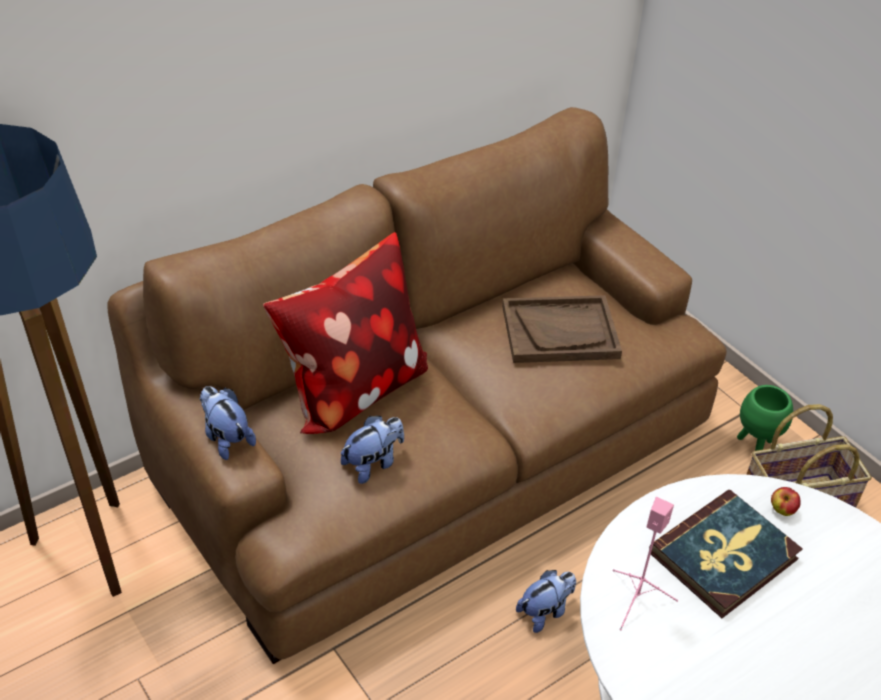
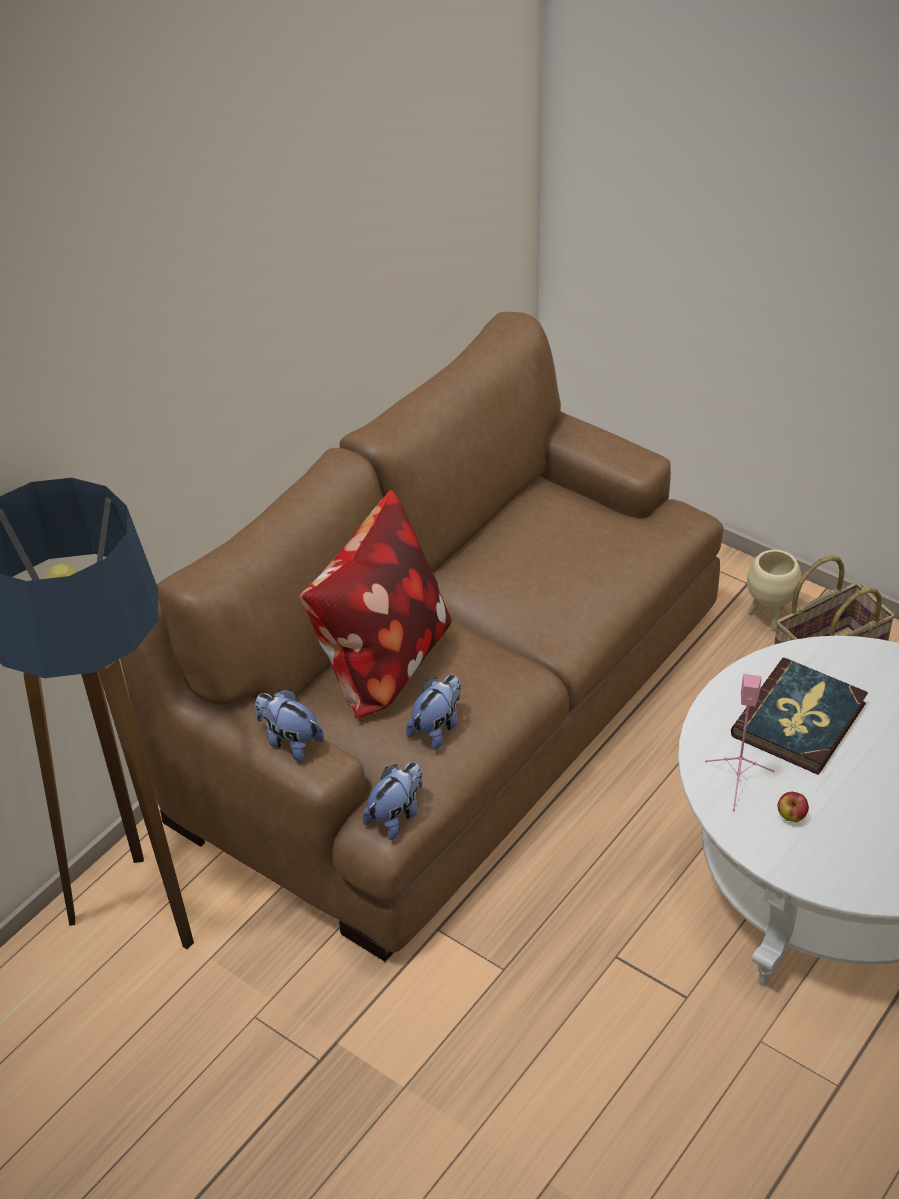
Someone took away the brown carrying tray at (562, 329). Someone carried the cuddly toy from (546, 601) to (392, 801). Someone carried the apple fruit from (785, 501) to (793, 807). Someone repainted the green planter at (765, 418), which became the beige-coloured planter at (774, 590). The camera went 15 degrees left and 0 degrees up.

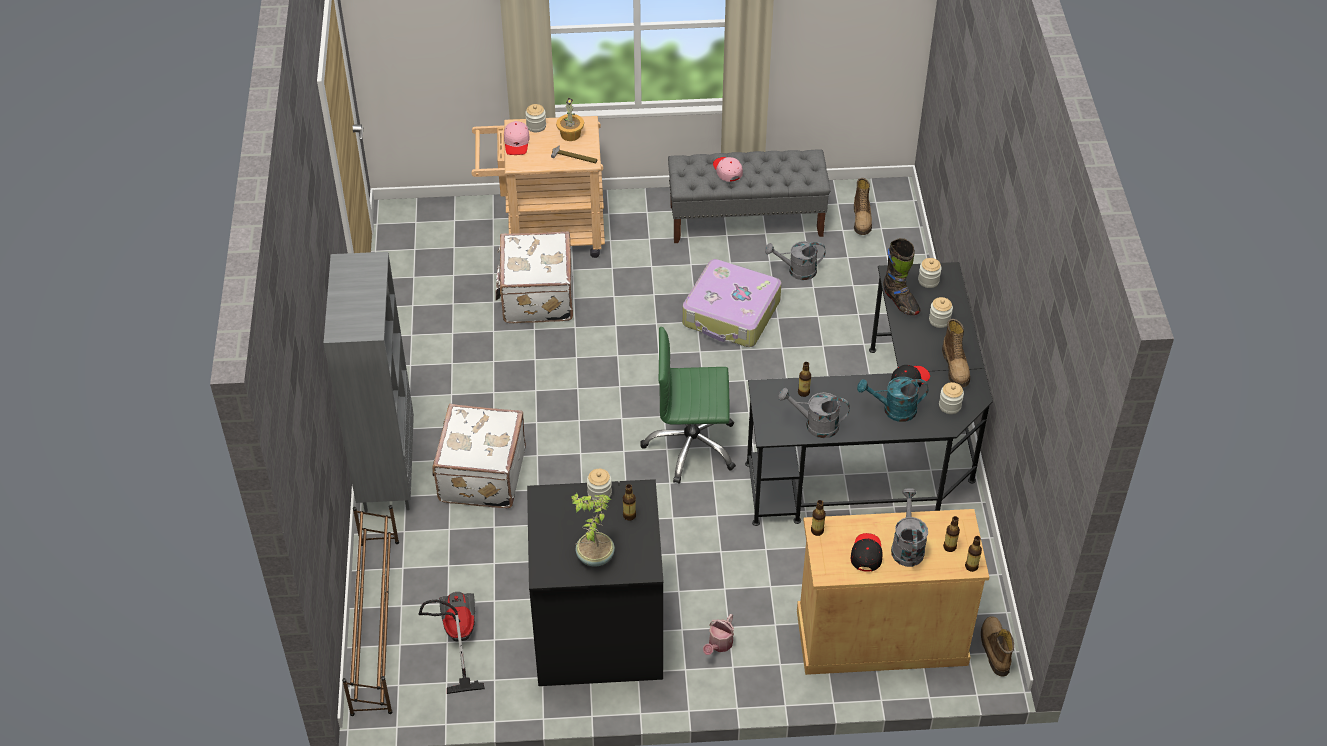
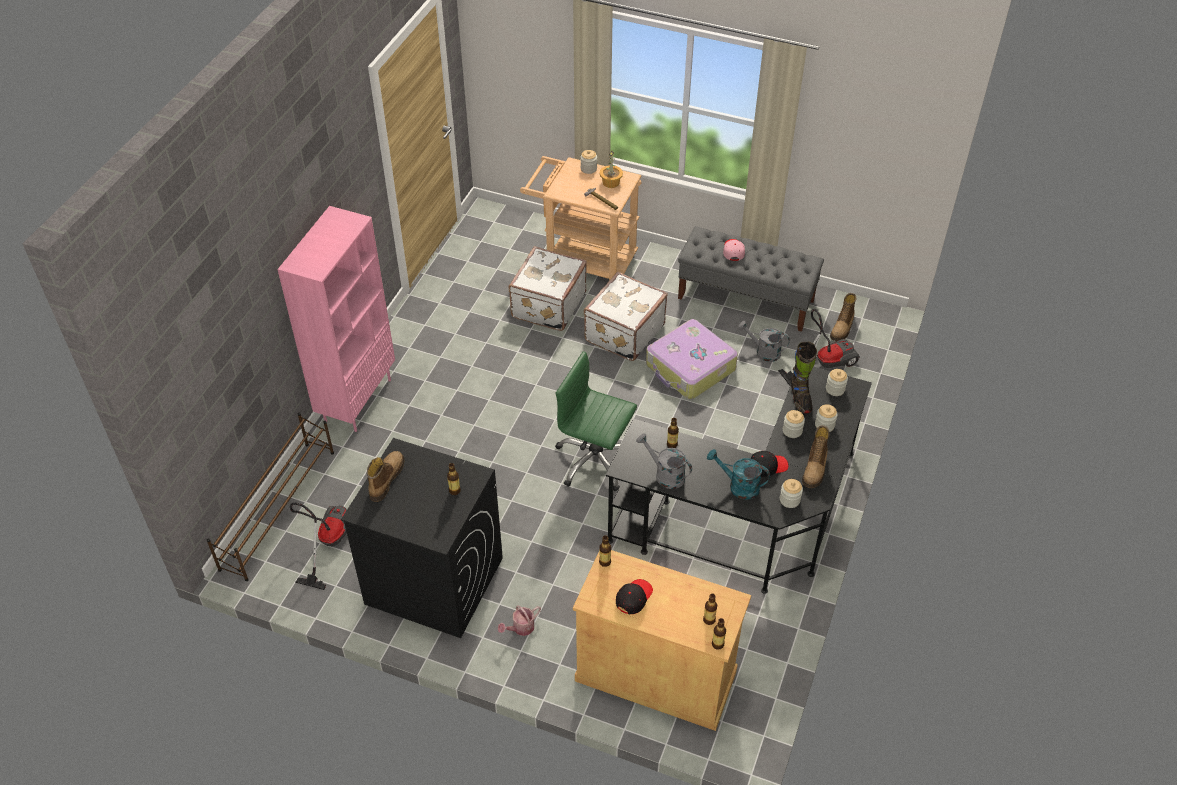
Someone took away the pink-coloured peaked cap at (517, 138). Someone took away the potted plant at (593, 530). Someone took away the greyish watering pot at (909, 527). Someone put down the hoover at (819, 347). Someone carried the white suitcase from (479, 456) to (626, 316). Someone carried the storage jar from (599, 484) to (794, 424). Someone carried the high-top boot from (997, 646) to (385, 476). Someone repainted the greyish bookshelf at (369, 382), which became the pink-coloured bookshelf at (336, 319). The camera went 25 degrees right and 0 degrees up.

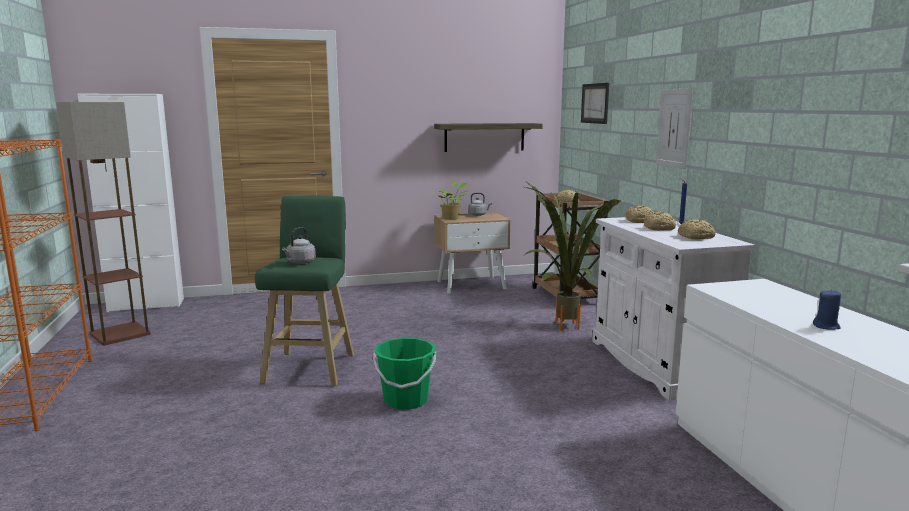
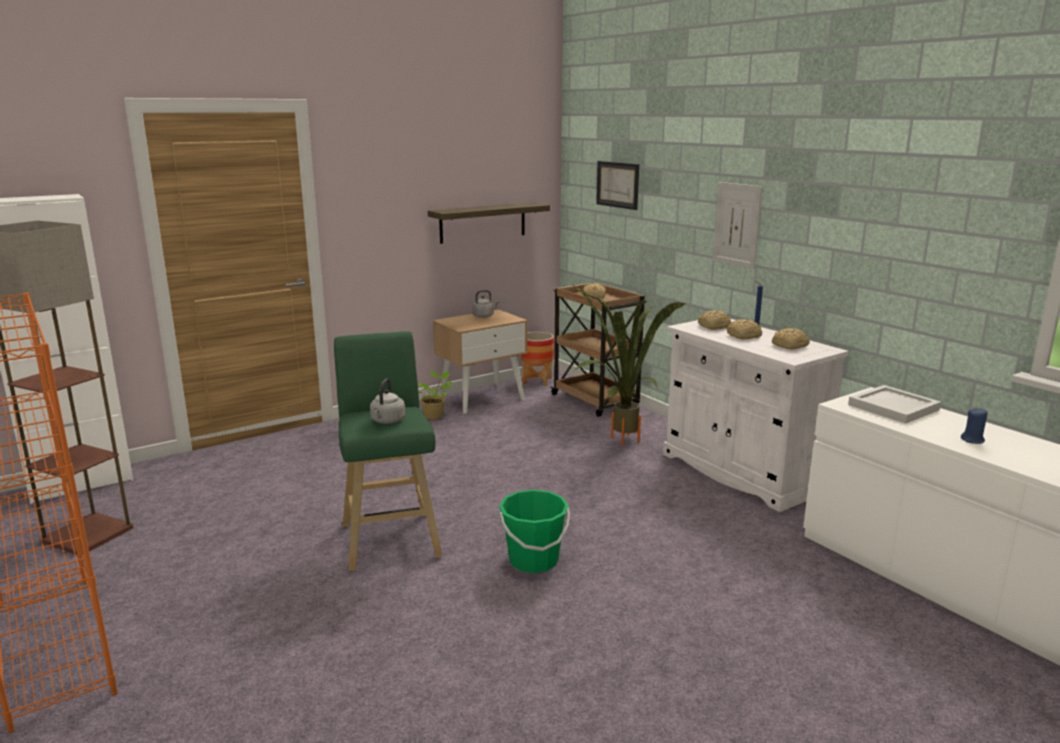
Someone put down the planter at (537, 359). Someone put down the white carrying tray at (894, 404). Someone carried the potted plant from (454, 201) to (435, 395). The camera went 20 degrees left and 5 degrees up.

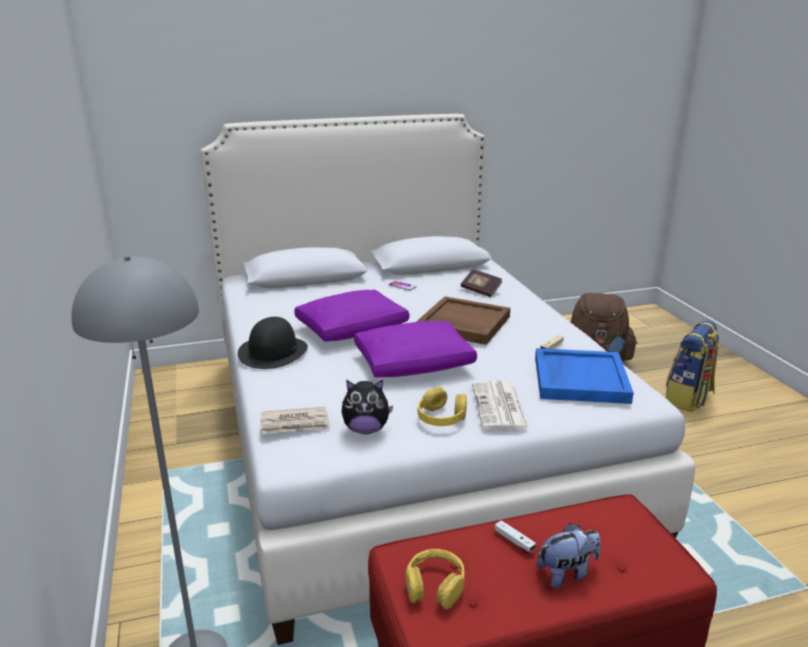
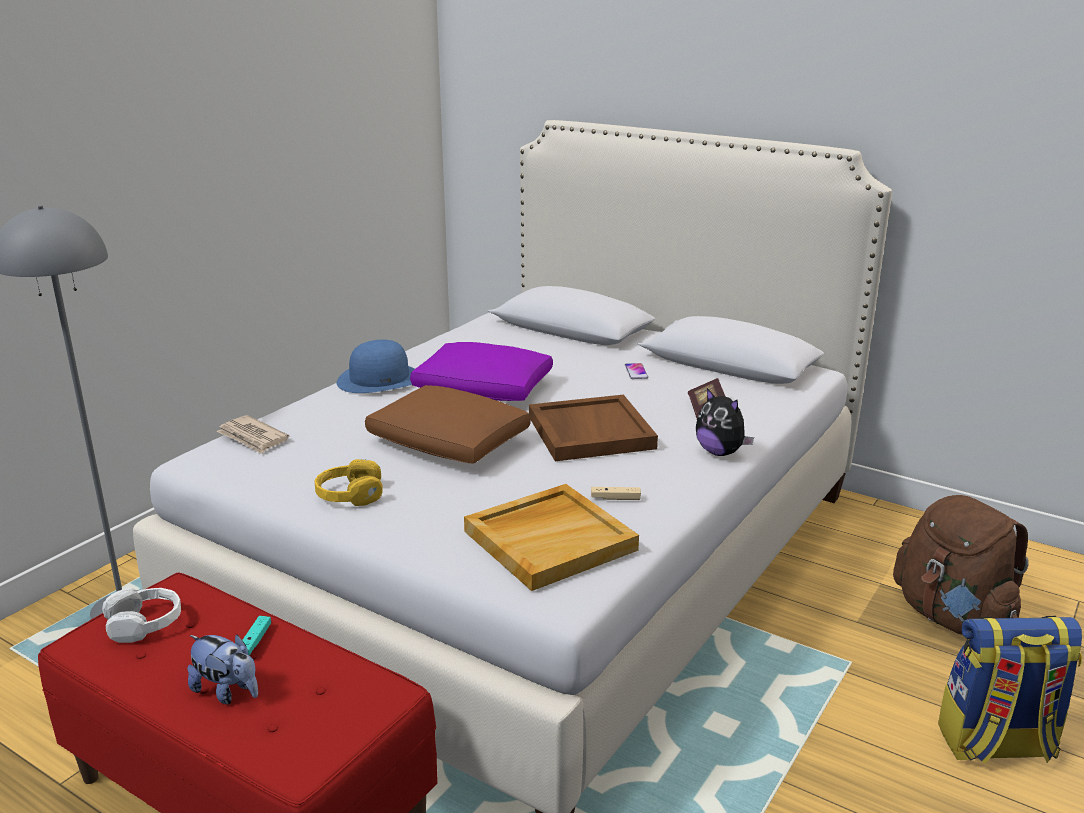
Someone took away the newspaper at (500, 405). Someone carried the cuddly toy from (367, 407) to (725, 422). Someone repainted the black wearable hat at (273, 343), which became the blue wearable hat at (376, 366). Someone repainted the purplish throw pillow at (415, 349), which became the brown throw pillow at (448, 424). Someone repainted the yellowish pair of headphones at (435, 579), which became the white pair of headphones at (141, 615). Someone repainted the white game controller at (515, 536), which became the blue-green game controller at (256, 635). Someone repainted the blue carrying tray at (584, 376), which became the beige-coloured carrying tray at (551, 537). The camera went 50 degrees right and 0 degrees up.

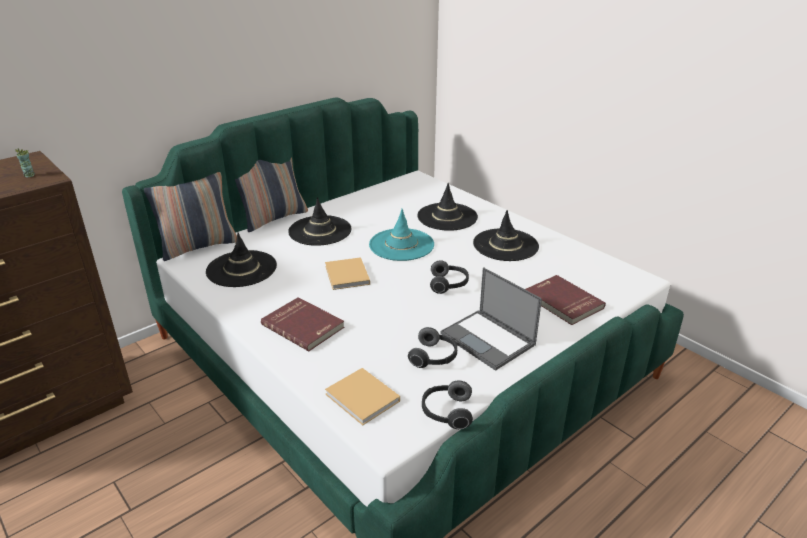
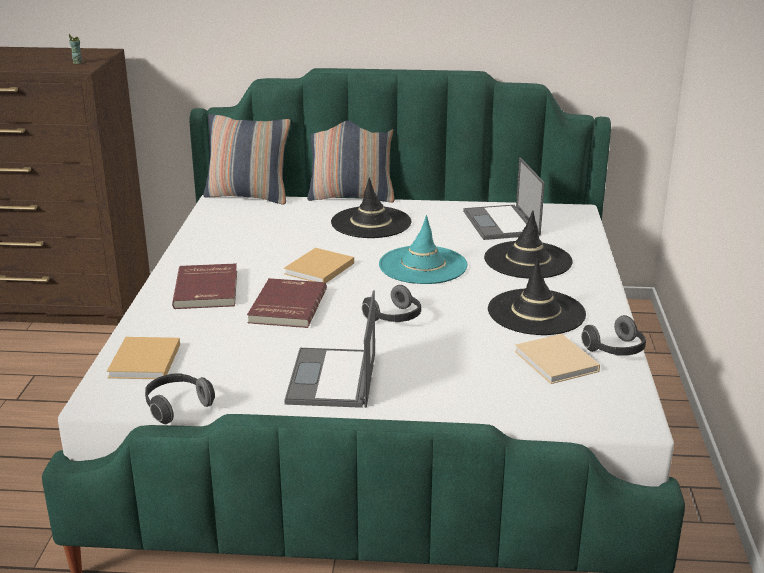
Someone took away the black wearable hat at (241, 260). Someone put down the portable computer at (504, 198). Someone put down the beige-coloured book at (557, 359). Someone carried the pair of headphones from (432, 347) to (613, 335). Someone carried the red-coloured book from (565, 300) to (287, 303). The camera went 45 degrees right and 5 degrees down.

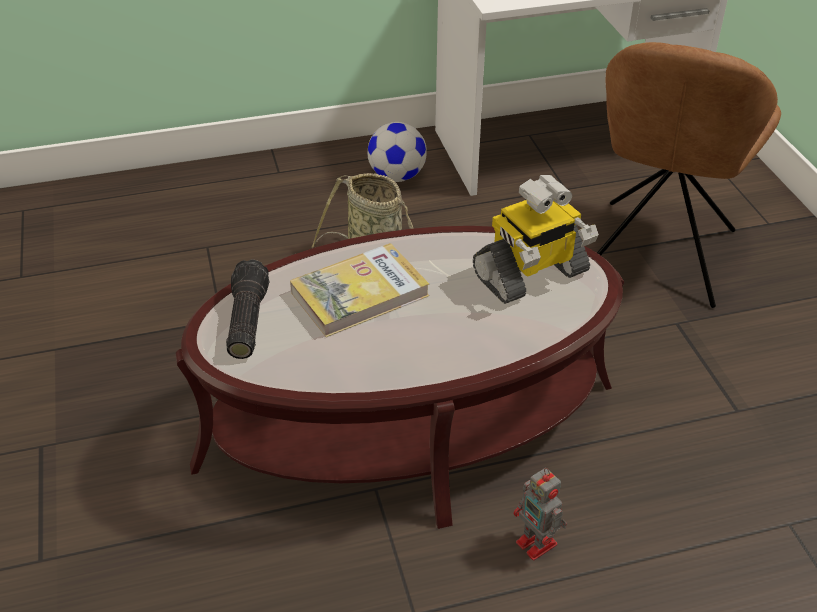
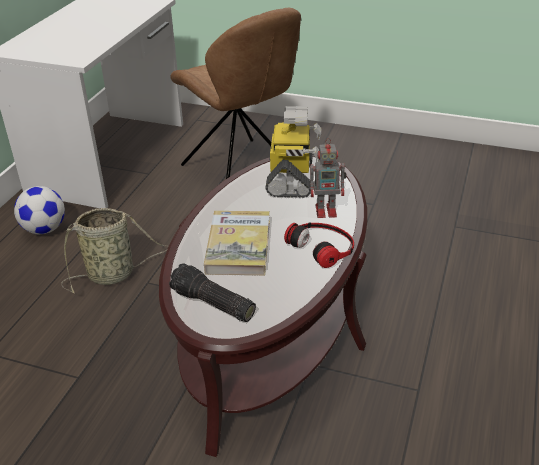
Someone put down the pair of headphones at (319, 245). Someone carried the model robot from (540, 514) to (328, 178). The camera went 55 degrees left and 5 degrees down.

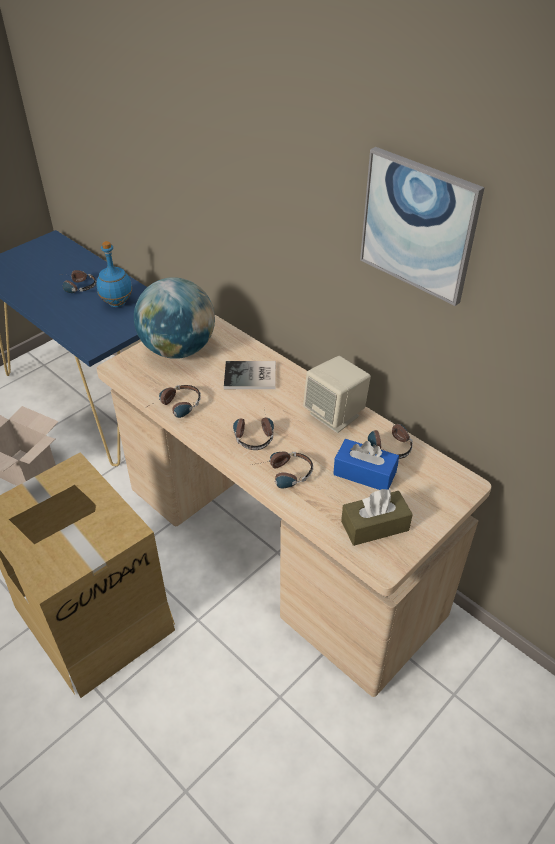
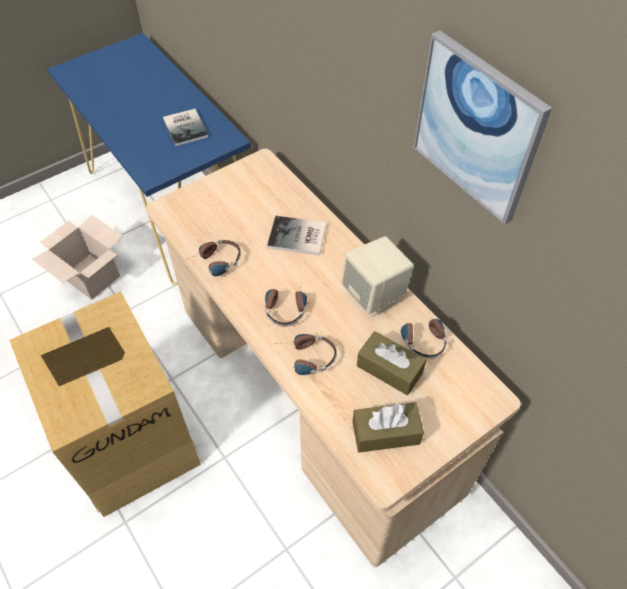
Someone took away the pair of headphones at (79, 281). Someone took away the world globe at (174, 318). Someone swapped the blue beverage bottle at (114, 274) for the book at (185, 127). Someone repainted the blue box of tissues at (366, 464), which became the brown box of tissues at (391, 363). The camera went 10 degrees right and 10 degrees up.

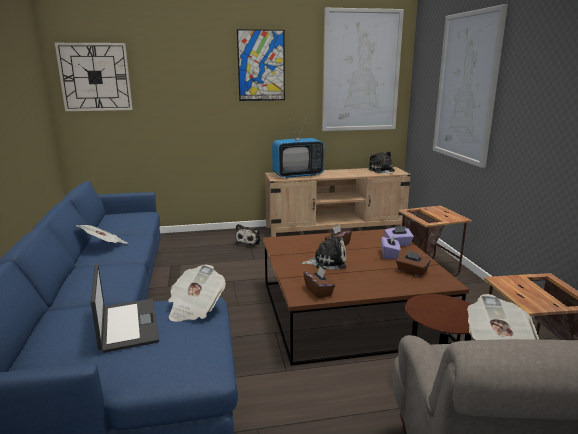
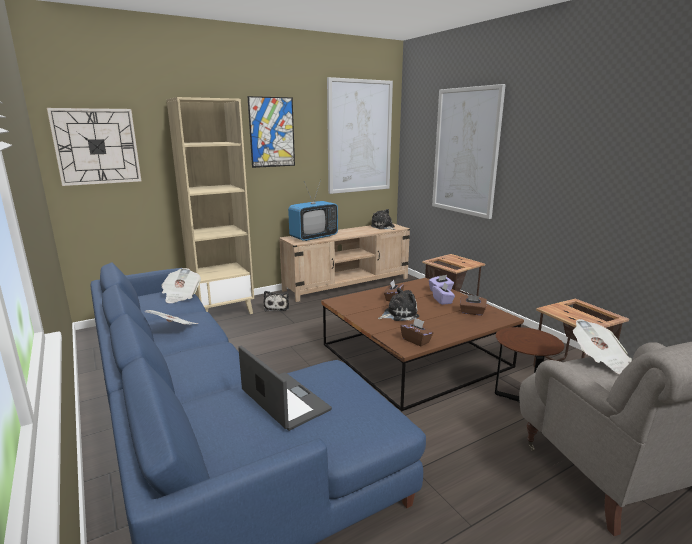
Someone put down the beige-coloured bookshelf at (210, 205). Someone carried the newspaper from (197, 293) to (181, 285). The camera went 20 degrees left and 0 degrees up.

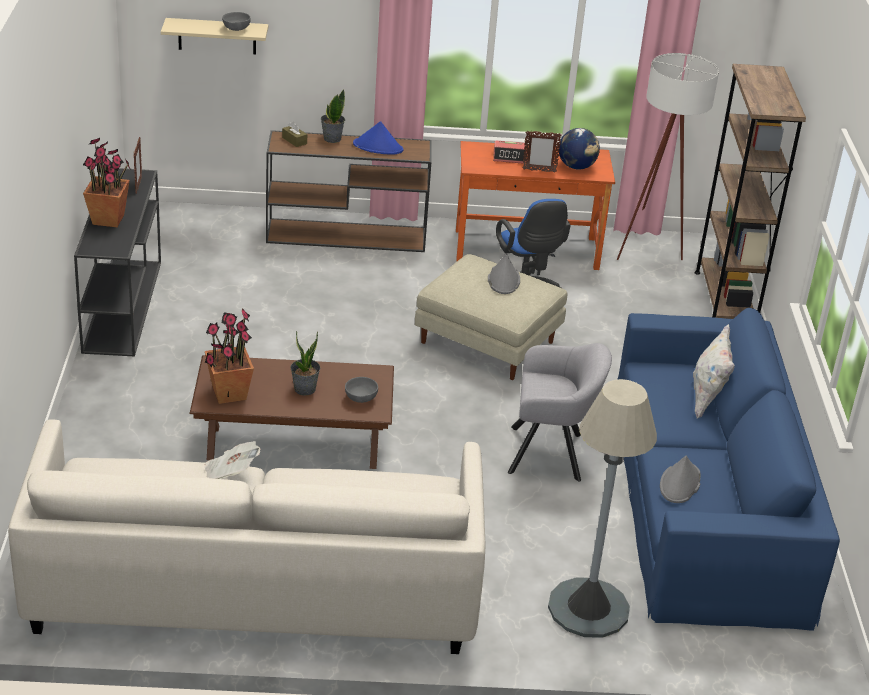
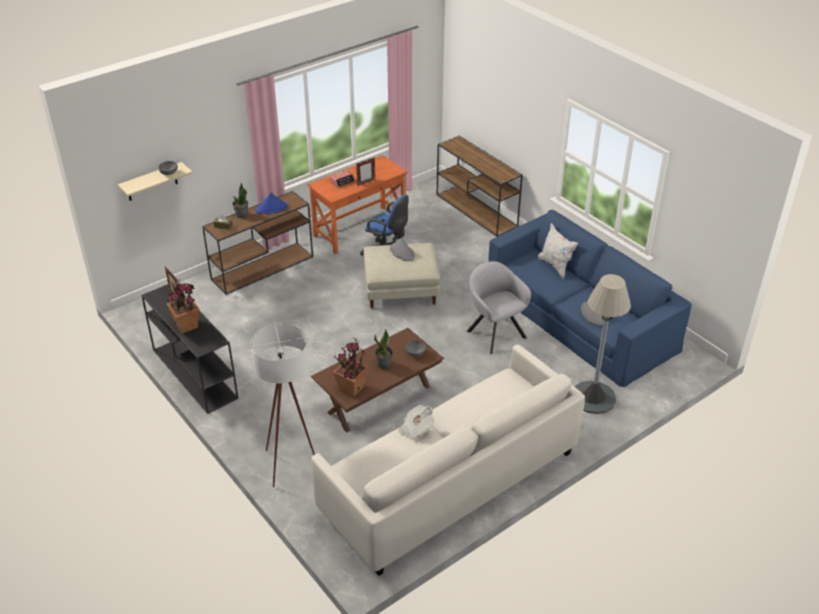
Someone took away the world globe at (579, 149). Someone carried the white standard lamp from (668, 156) to (283, 405). Someone swapped the brown bookshelf at (750, 191) for the brown hall table at (480, 186). Someone rotated the greyish armchair at (560, 412) by 90 degrees counterclockwise. The camera went 35 degrees left and 5 degrees up.

